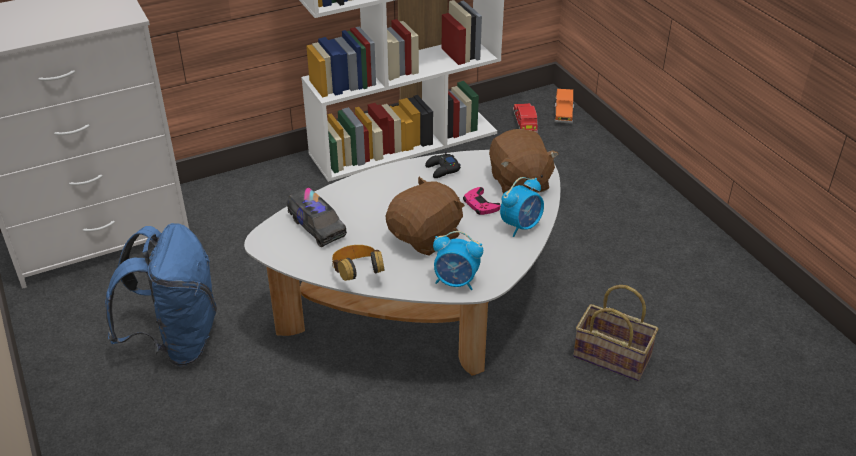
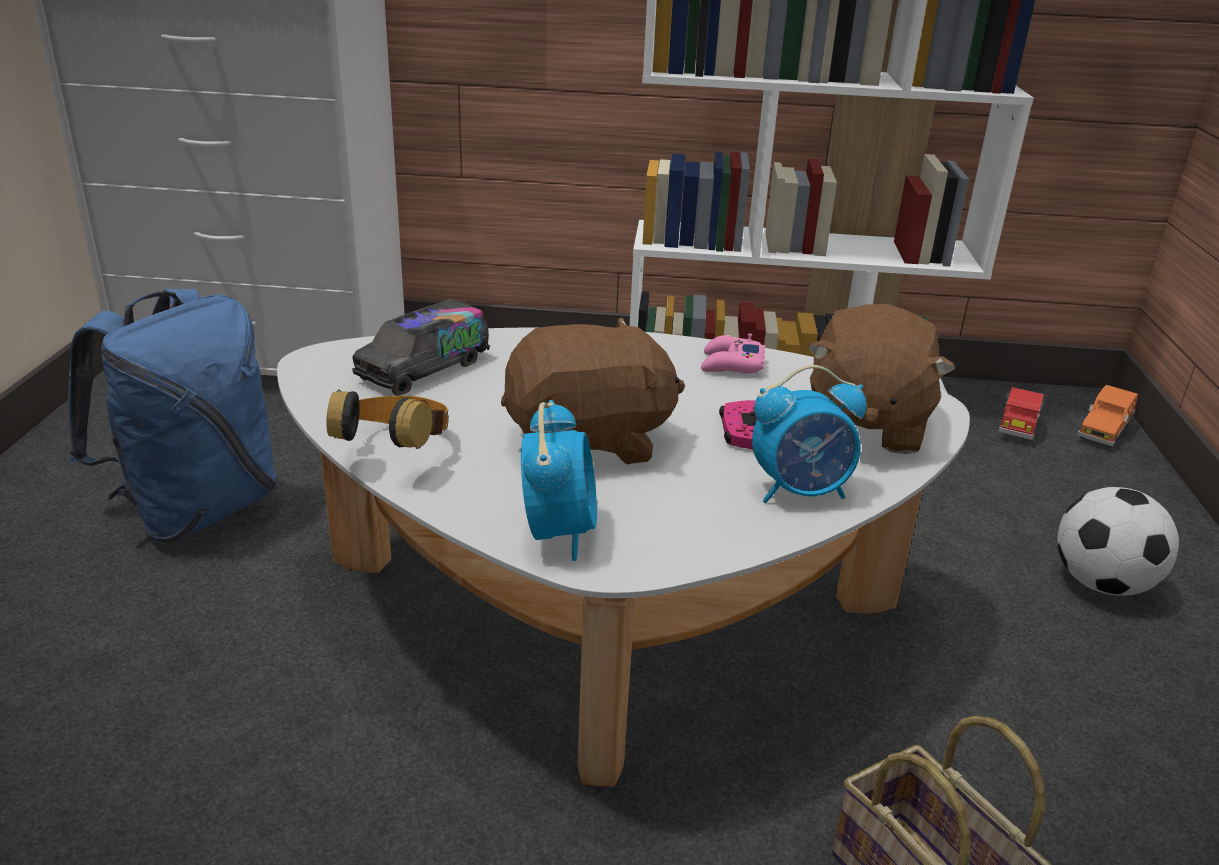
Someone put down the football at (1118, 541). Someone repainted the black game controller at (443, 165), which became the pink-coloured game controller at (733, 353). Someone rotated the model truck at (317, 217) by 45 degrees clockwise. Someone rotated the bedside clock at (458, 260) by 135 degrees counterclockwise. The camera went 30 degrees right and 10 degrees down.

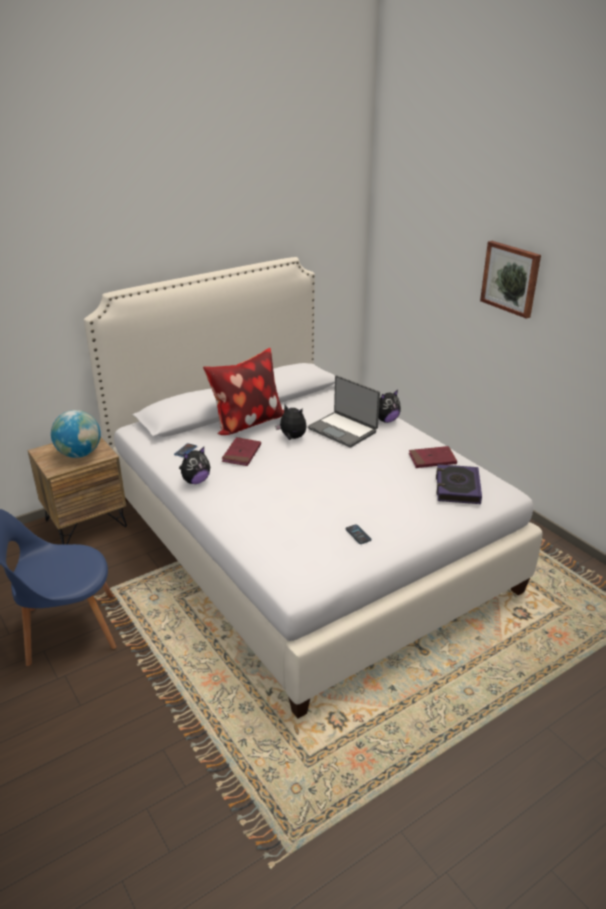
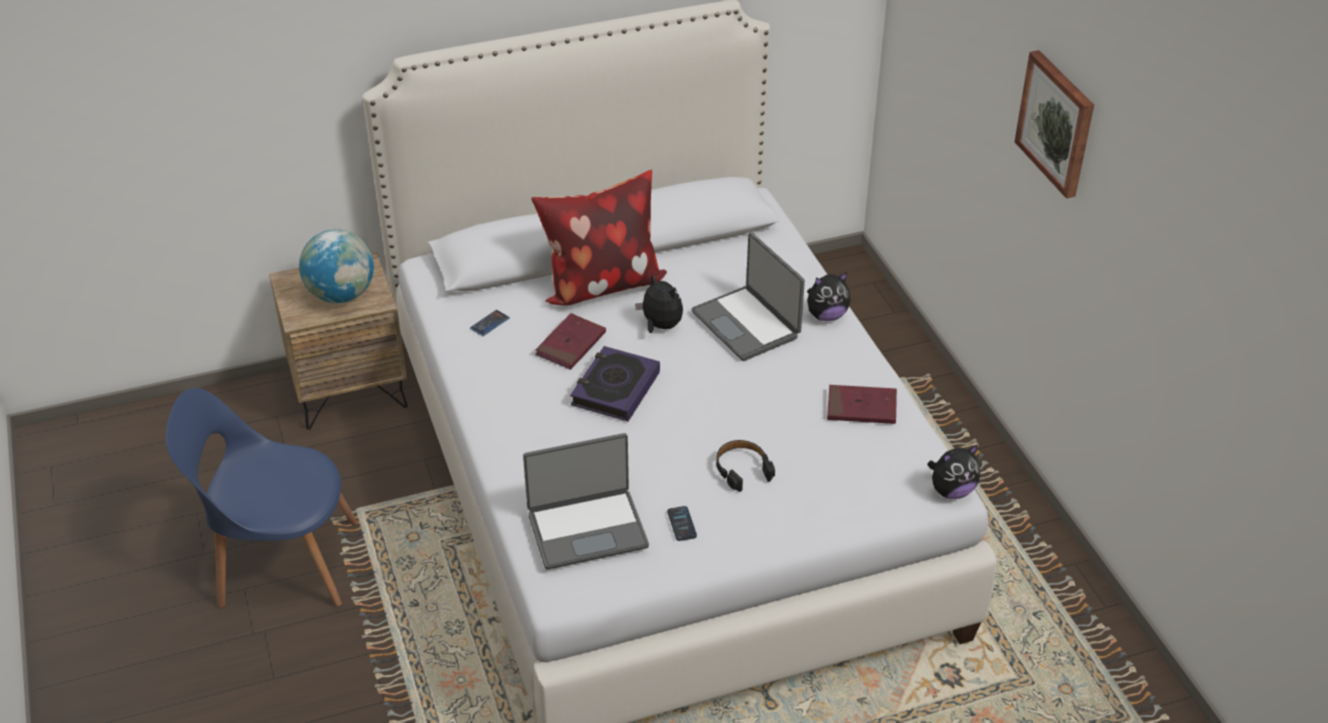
Someone put down the portable computer at (586, 501). Someone put down the black pair of headphones at (745, 466). Someone carried the cuddly toy from (194, 465) to (953, 472). Someone carried the book from (459, 484) to (615, 384). The camera went 15 degrees right and 10 degrees up.

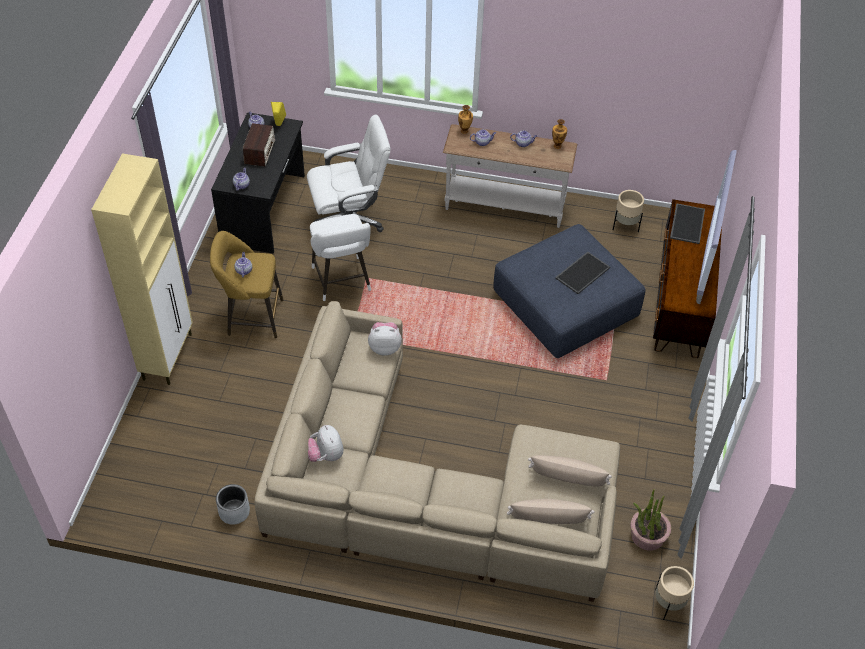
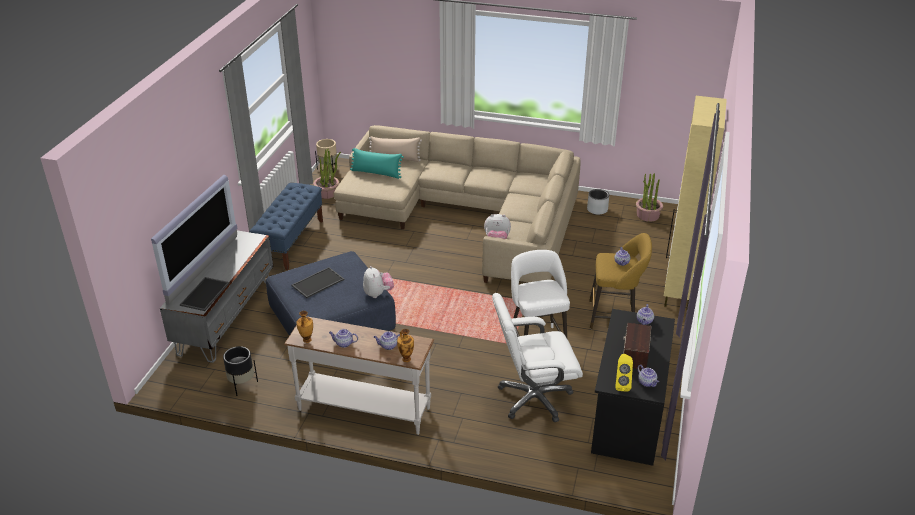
Someone put down the blue bench at (286, 226). Someone put down the potted plant at (649, 197). Someone carried the cuddly toy from (325, 443) to (378, 282). Someone repainted the beige-coloured throw pillow at (570, 471), which became the blue-green throw pillow at (377, 163). Someone repainted the beige-coloured planter at (628, 211), which became the black planter at (240, 371). Someone repainted the brown tv unit at (687, 278), which became the greyish tv unit at (216, 296). The camera went 175 degrees left and 15 degrees down.

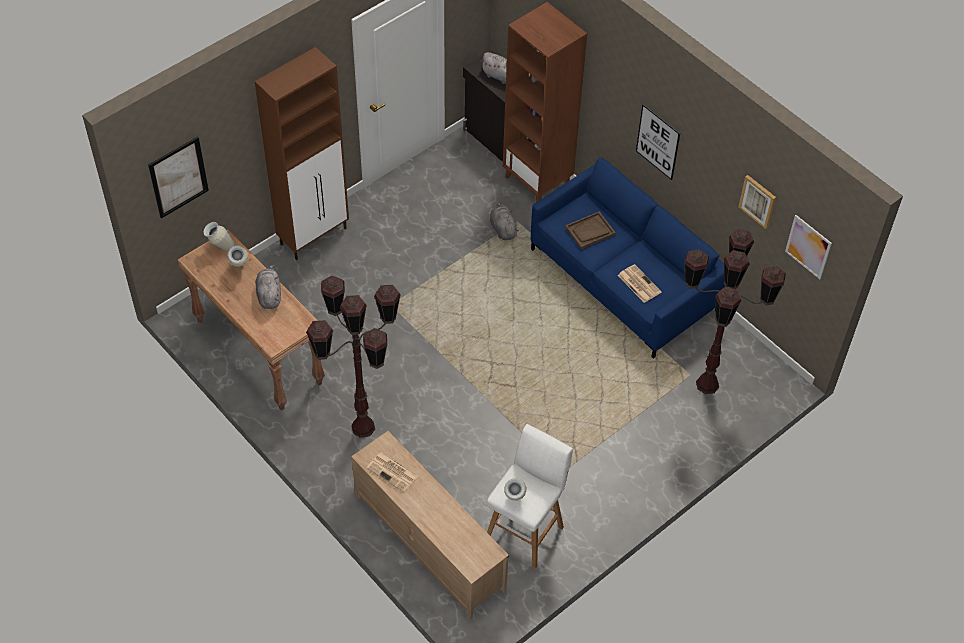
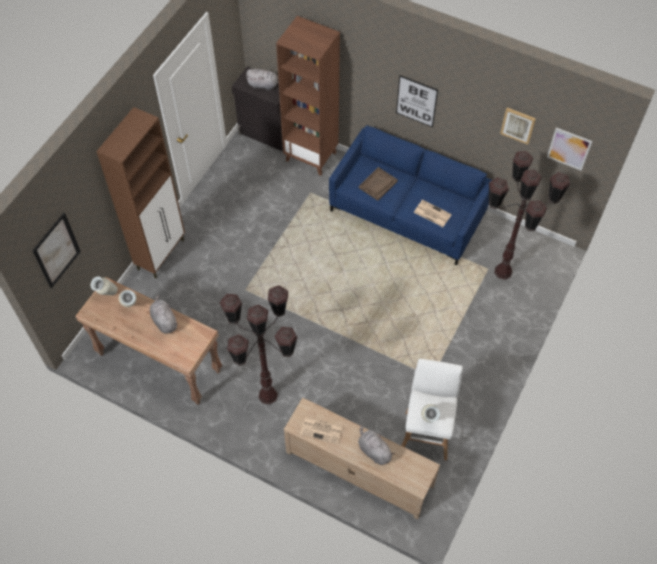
Someone carried the greyish cuddly toy from (504, 221) to (376, 445). The camera went 20 degrees left and 5 degrees up.

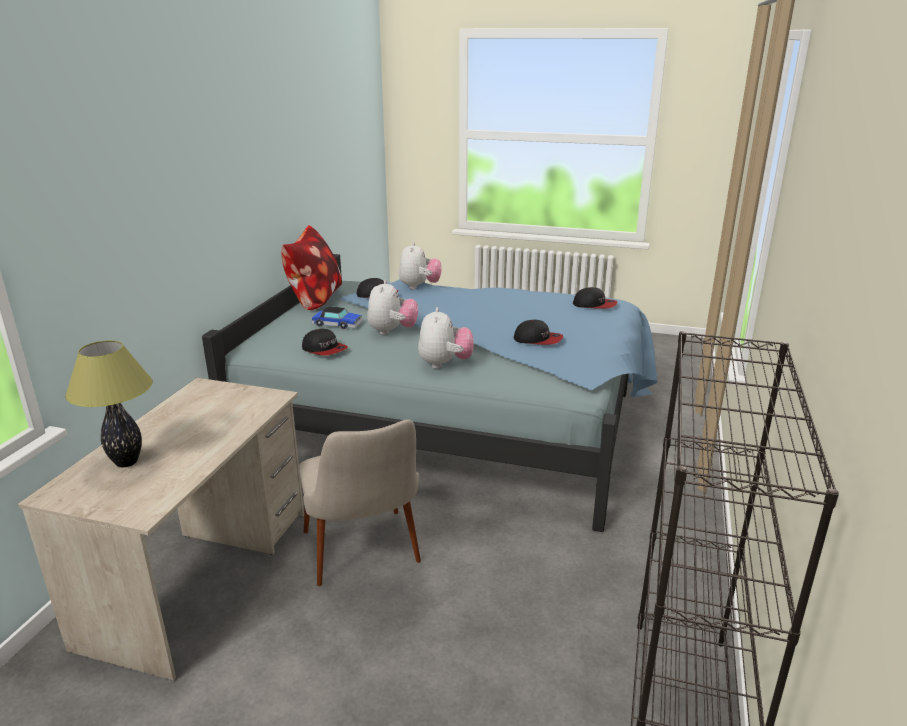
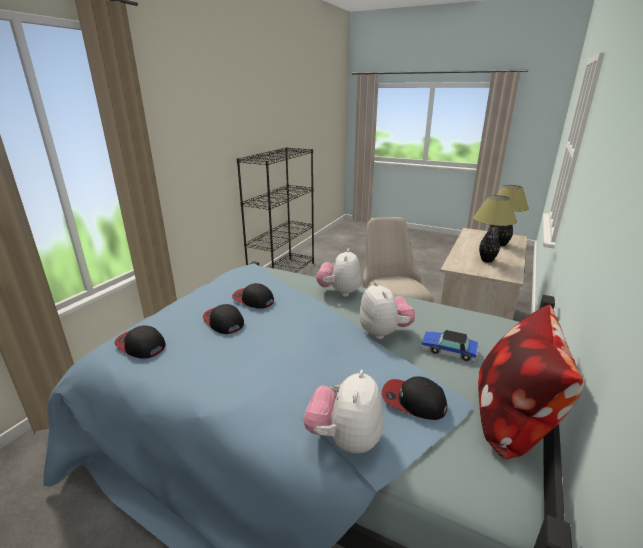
Someone put down the tabletop lamp at (495, 229). Someone carried the peaked cap from (325, 342) to (223, 319). Someone rotated the cuddly toy at (392, 307) by 150 degrees clockwise. The camera went 170 degrees left and 0 degrees up.

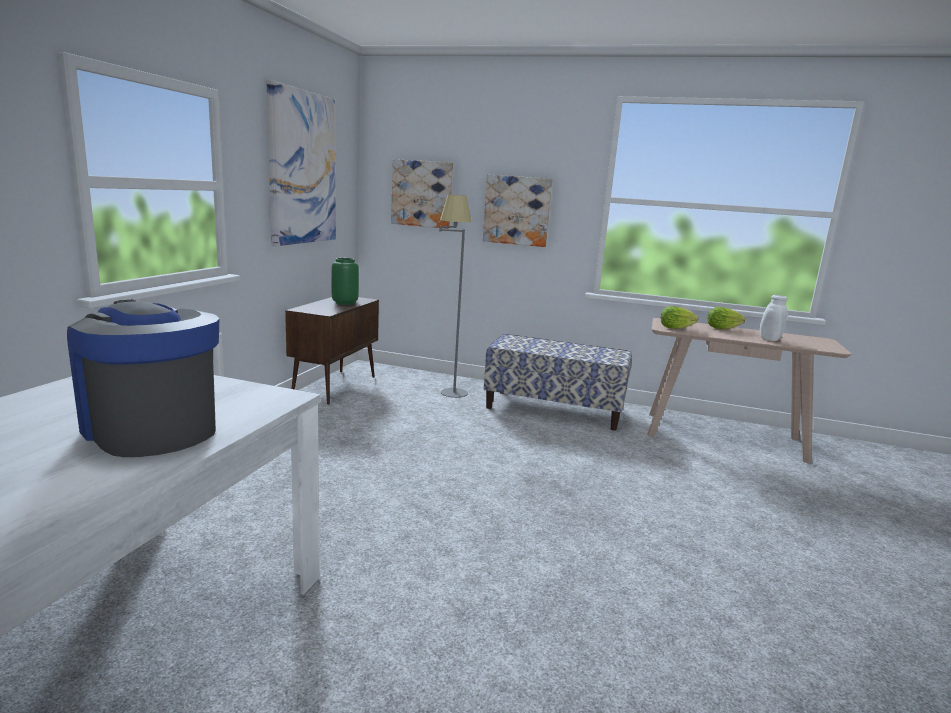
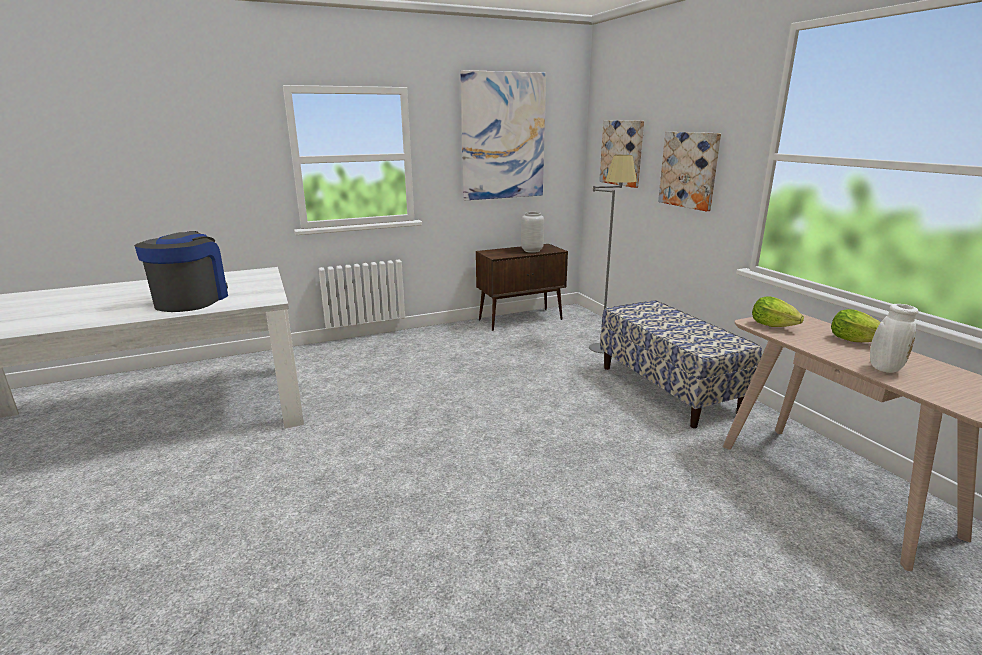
Someone repainted the green flower vase at (345, 281), which became the greyish flower vase at (532, 232). The camera went 50 degrees right and 5 degrees up.

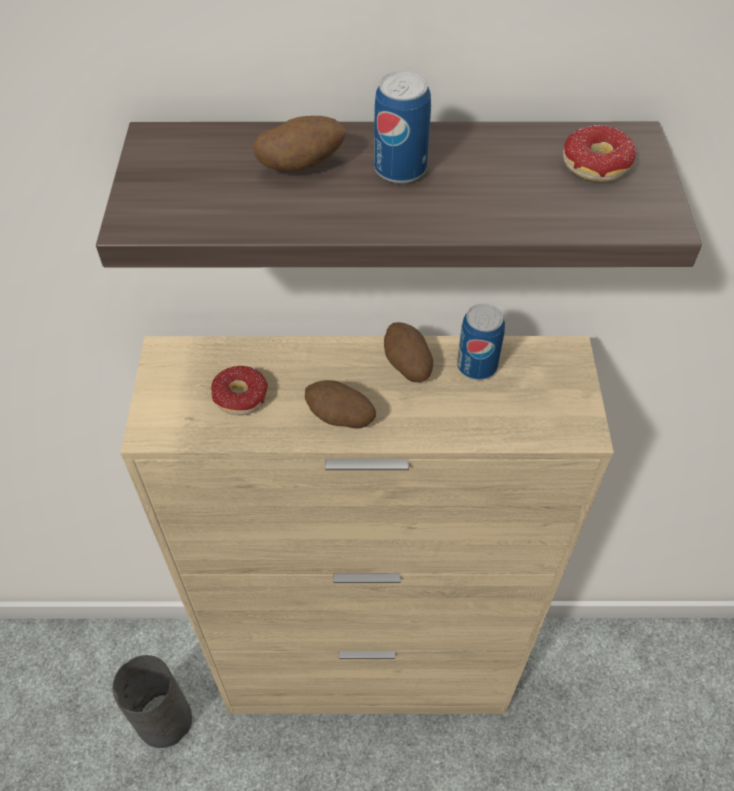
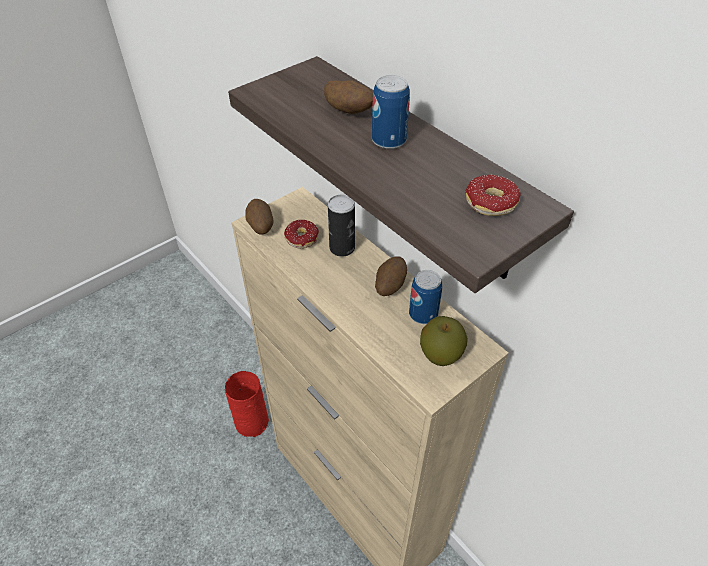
Someone put down the can at (341, 226). Someone put down the apple fruit at (444, 341). Someone carried the spud from (340, 404) to (259, 217). Someone repainted the greyish flower vase at (152, 701), which became the red-coloured flower vase at (247, 404). The camera went 50 degrees right and 5 degrees down.

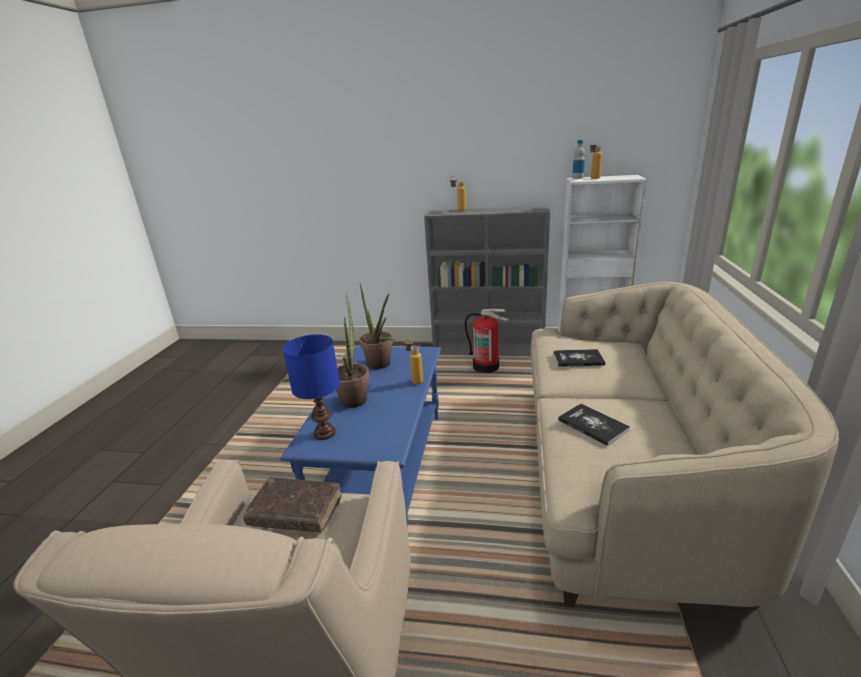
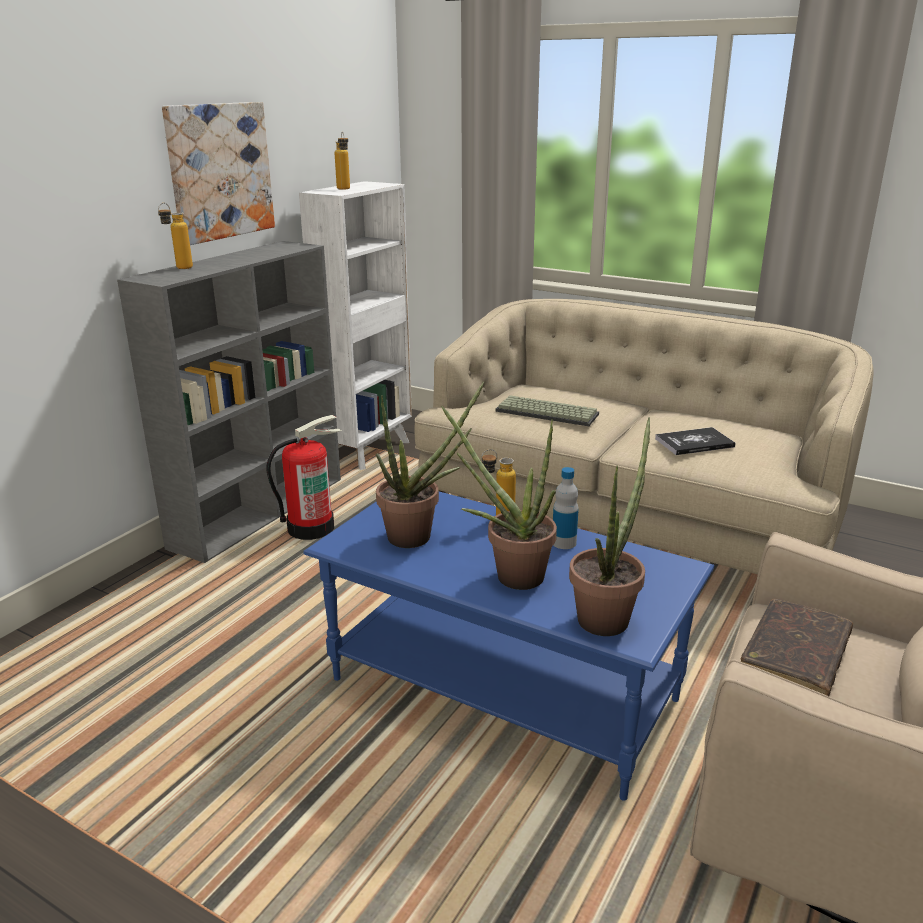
Someone put up the wall art at (218, 173). Someone carried the beverage bottle from (578, 159) to (566, 508). Someone swapped the blue tabletop lamp at (311, 387) for the potted plant at (609, 526). Someone swapped the book at (579, 358) for the keyboard at (547, 410). The camera went 70 degrees left and 0 degrees up.

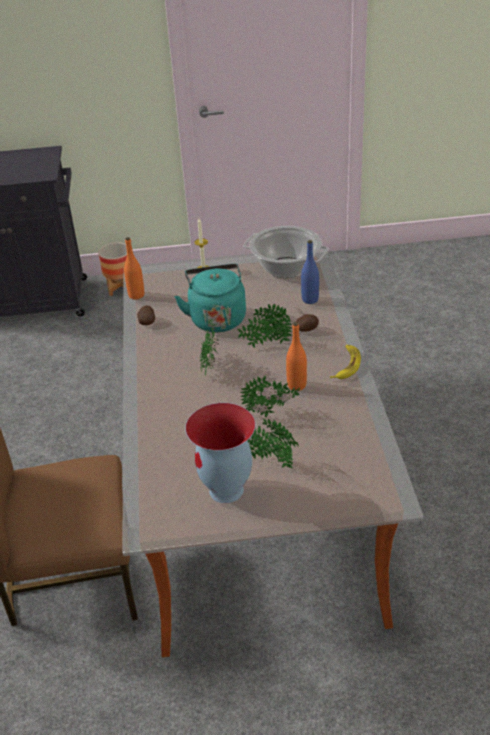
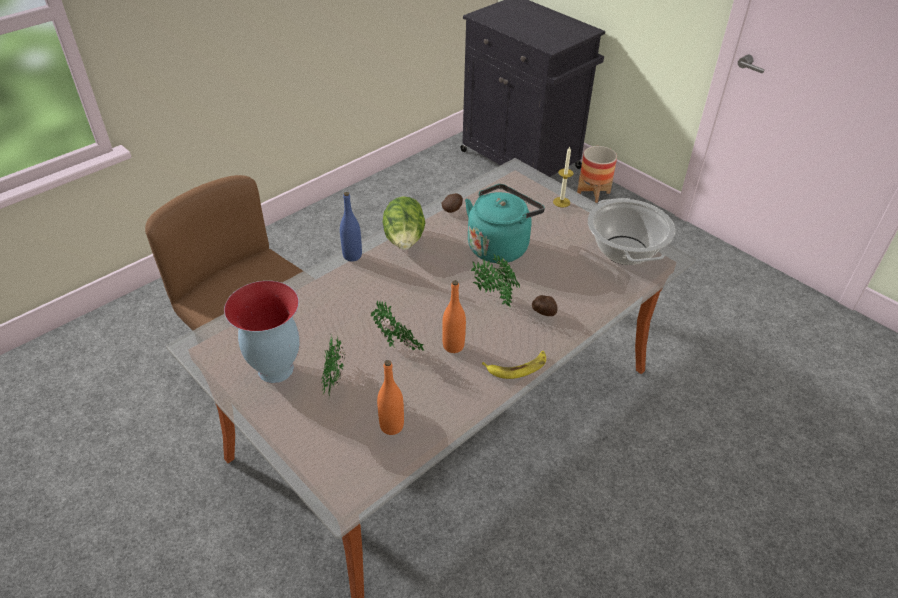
Someone took away the potted plant at (209, 352). Someone put down the lettuce at (403, 223). Someone carried the orange-coloured beverage bottle from (134, 268) to (390, 397). Someone carried the blue beverage bottle from (310, 272) to (351, 226). The camera went 50 degrees right and 5 degrees up.

